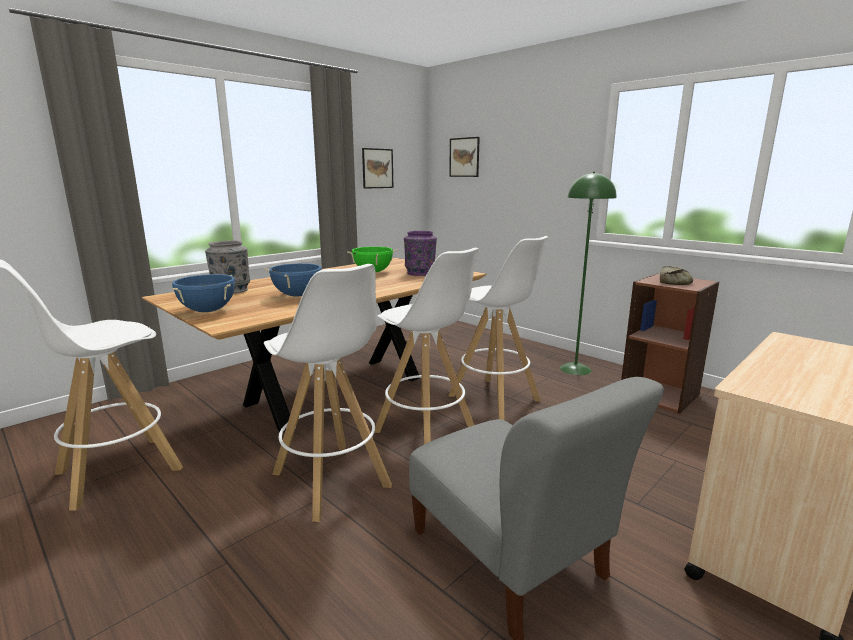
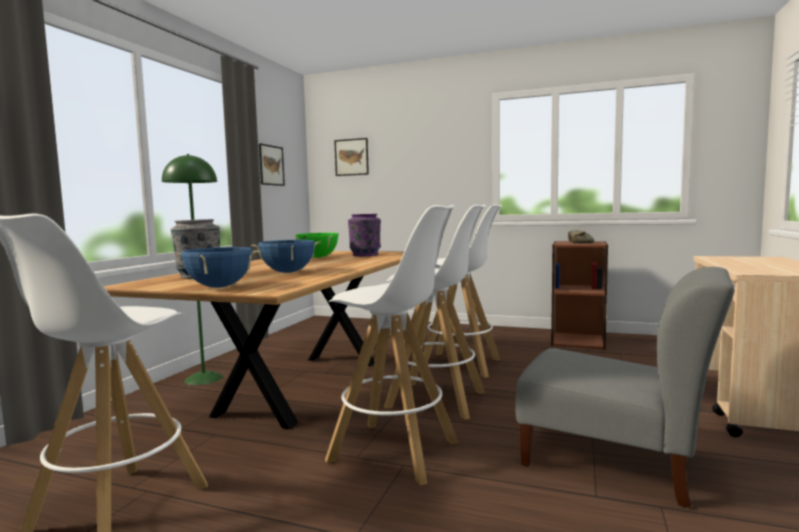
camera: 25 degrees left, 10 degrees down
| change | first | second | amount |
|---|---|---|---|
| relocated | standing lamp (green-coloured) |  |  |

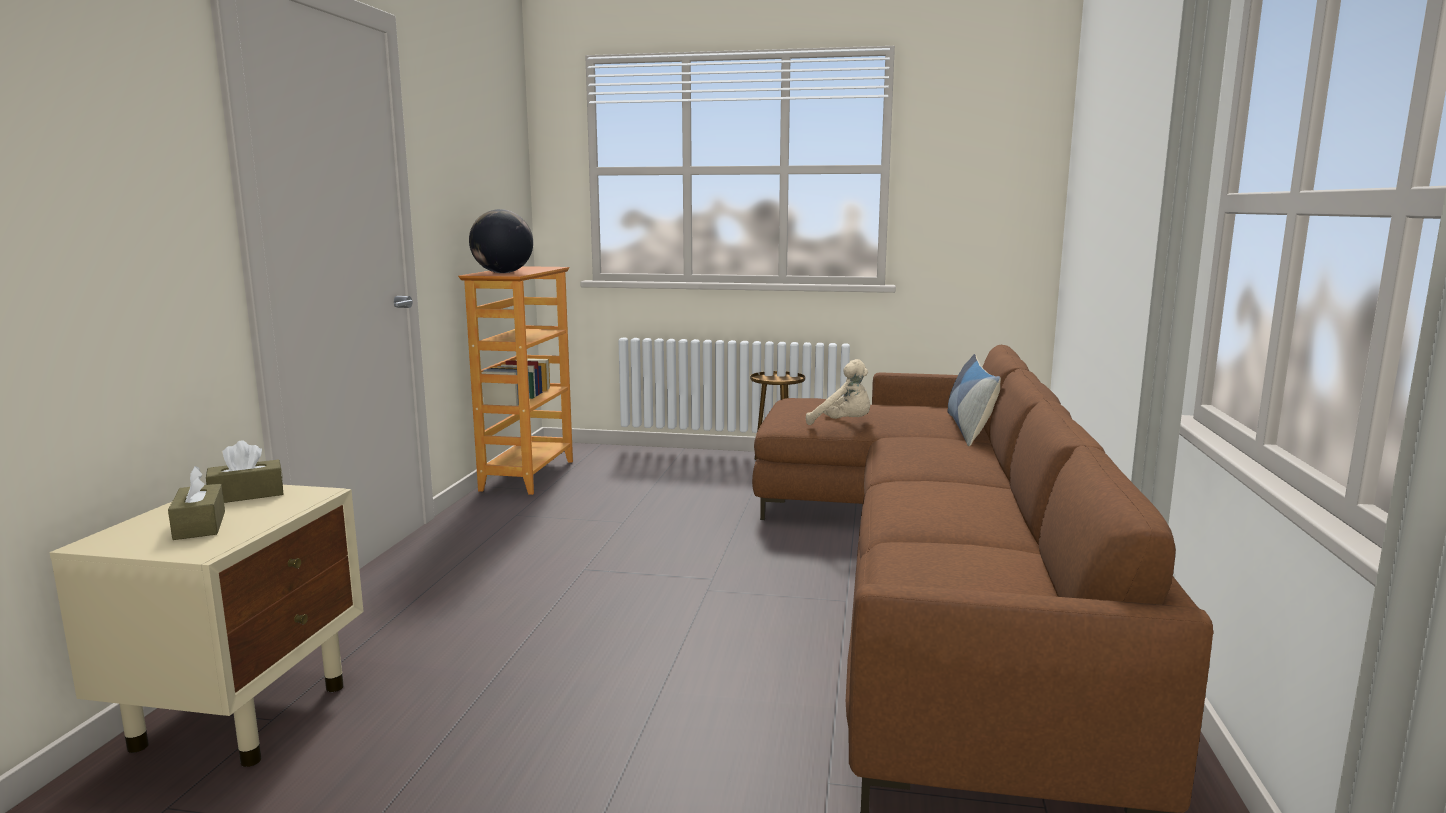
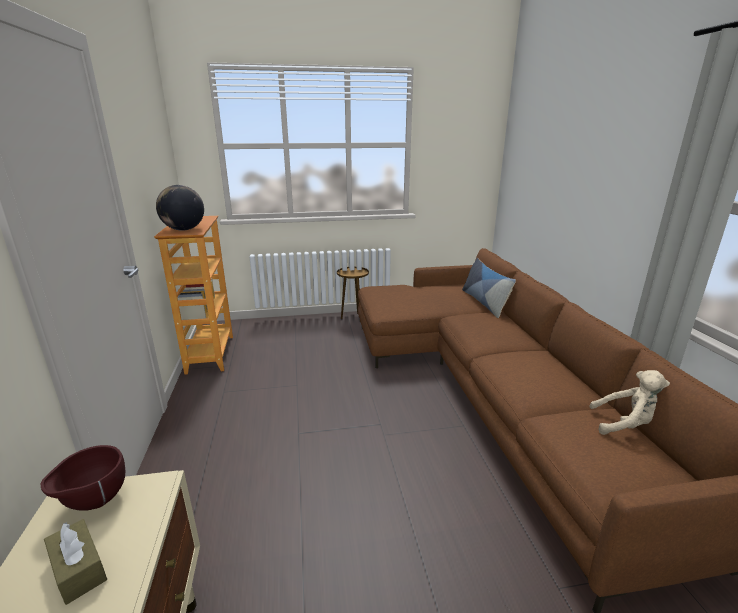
camera: 20 degrees left, 10 degrees up
| change | first | second | amount |
|---|---|---|---|
| relocated | soft toy (beige) |  |  |
| exchanged | tissue holder (brown) (no. 2 from left) | deep dish (brown) |  |

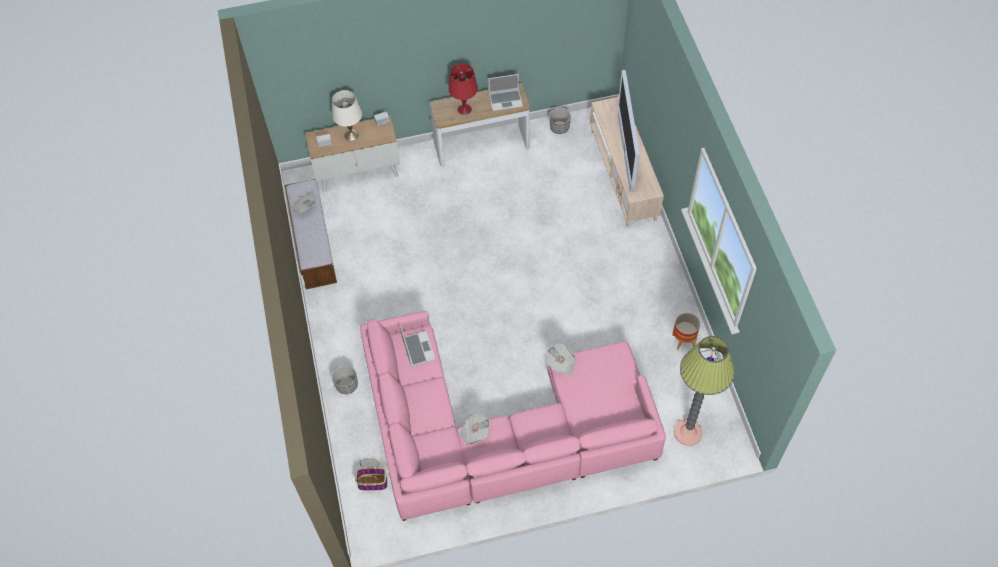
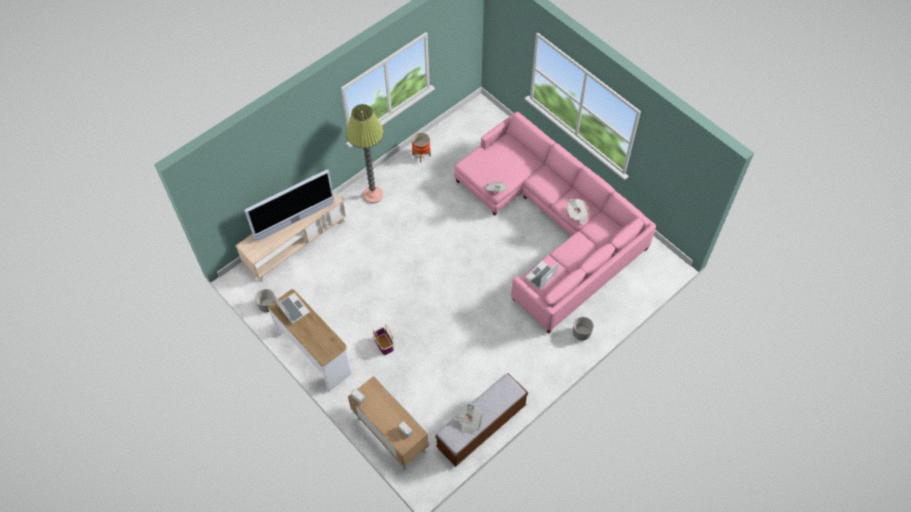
camera: 120 degrees left, 0 degrees up
| change | first | second | amount |
|---|---|---|---|
| missing | table lamp (white-coloured) |  |  |
| missing | table lamp (reddish) |  |  |
| relocated | storage basket |  |  |
| relocated | standing lamp |  |  |

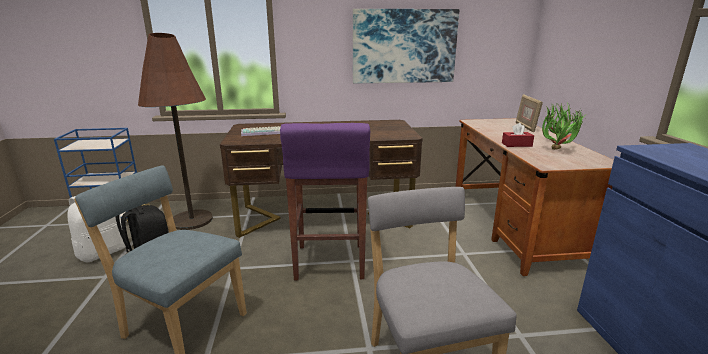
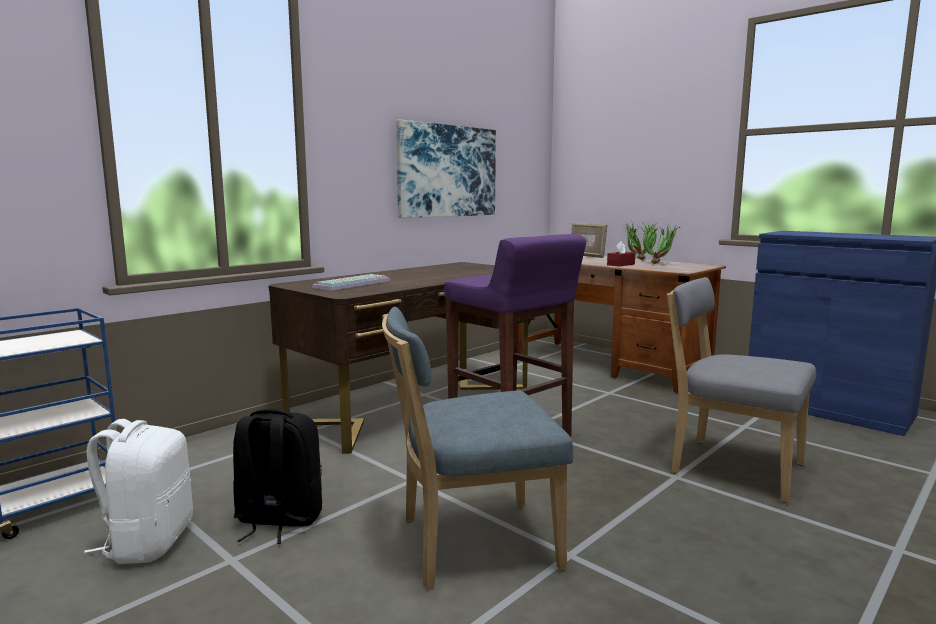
camera: 40 degrees left, 10 degrees down
| change | first | second | amount |
|---|---|---|---|
| missing | standing lamp (brown) |  |  |

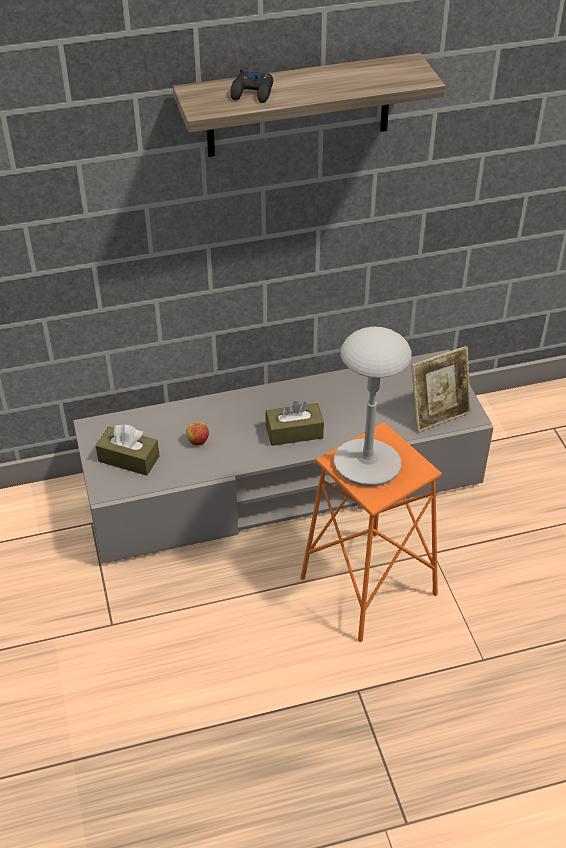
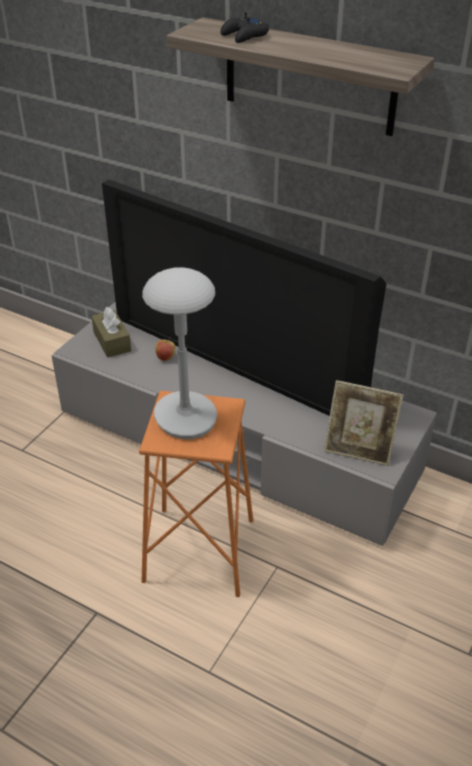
camera: 45 degrees right, 5 degrees down
| change | first | second | amount |
|---|---|---|---|
| missing | tissue holder (brown) (no. 2 from left) |  |  |
| appeared |  | TV set |  |

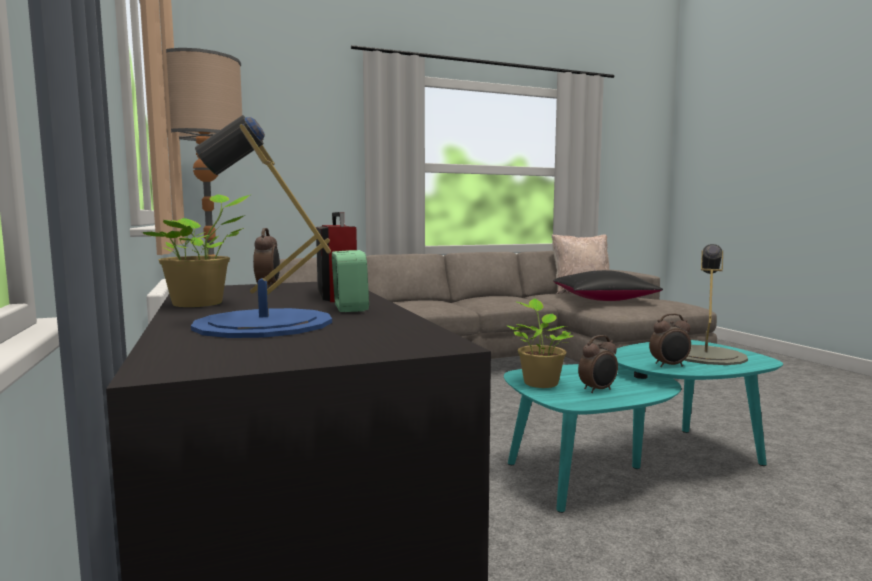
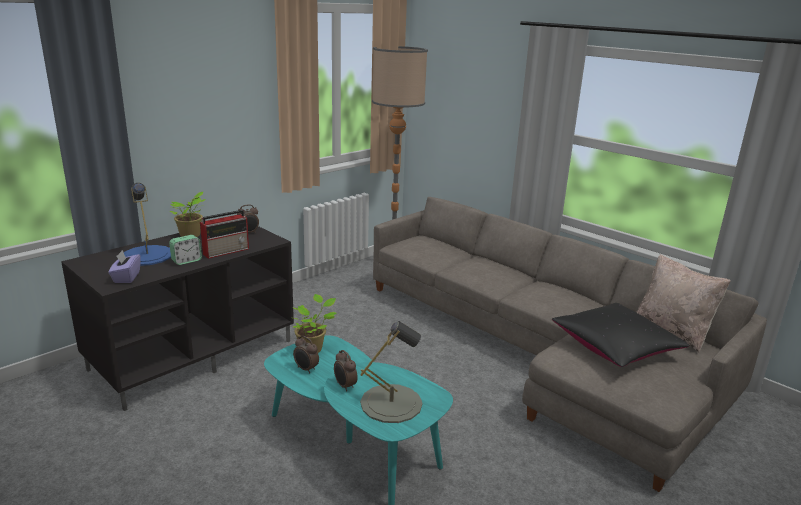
camera: 65 degrees right, 15 degrees up
| change | first | second | amount |
|---|---|---|---|
| appeared |  | tissue holder (purple-coloured) |  |

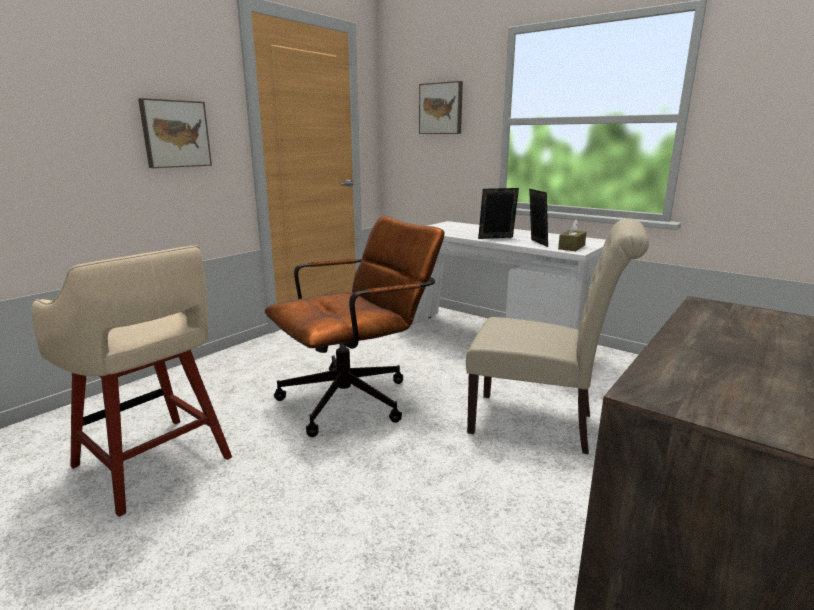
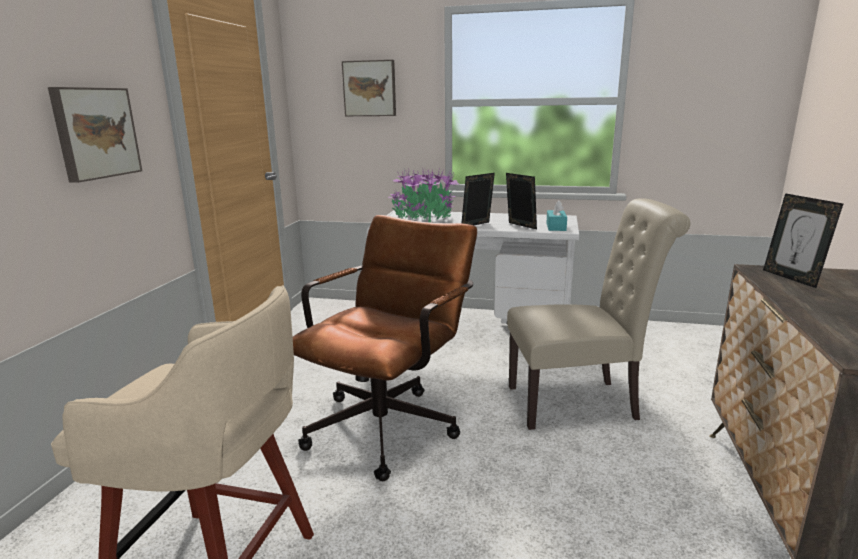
camera: 25 degrees left, 0 degrees up
| change | first | second | amount |
|---|---|---|---|
| appeared |  | potted plant |  |
| appeared |  | standing frame (no. 3 from left) |  |
| colour | tissue holder (brown) | tissue holder (turquoise) |  |

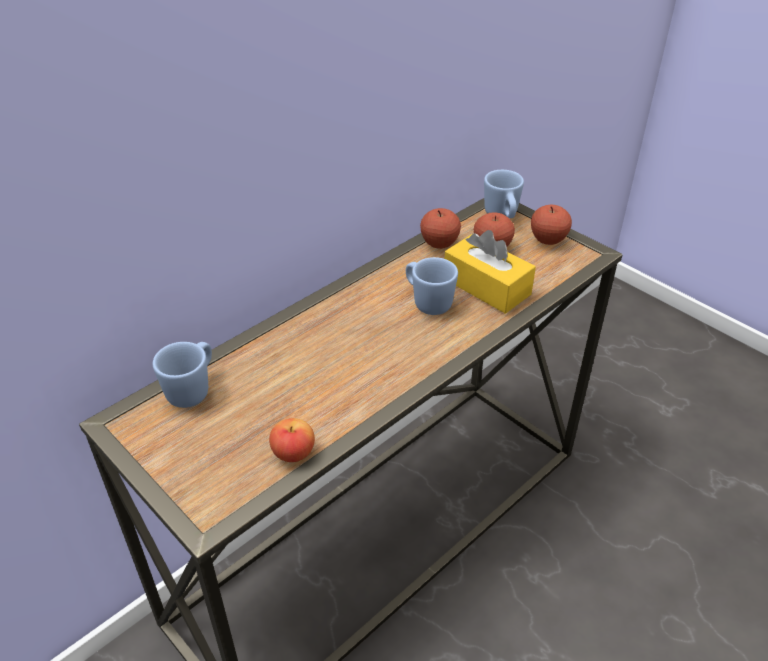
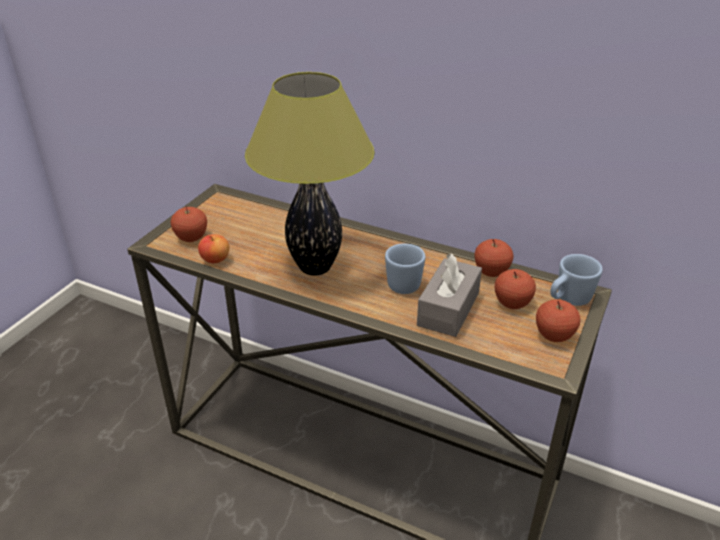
camera: 70 degrees right, 5 degrees down
| change | first | second | amount |
|---|---|---|---|
| missing | tea mug (blue-coloured) (no. 1 from left) |  |  |
| appeared |  | whole apple (no. 1 from left) |  |
| appeared |  | table lamp |  |
| colour | tissue holder (yellow) | tissue holder (gray) |  |

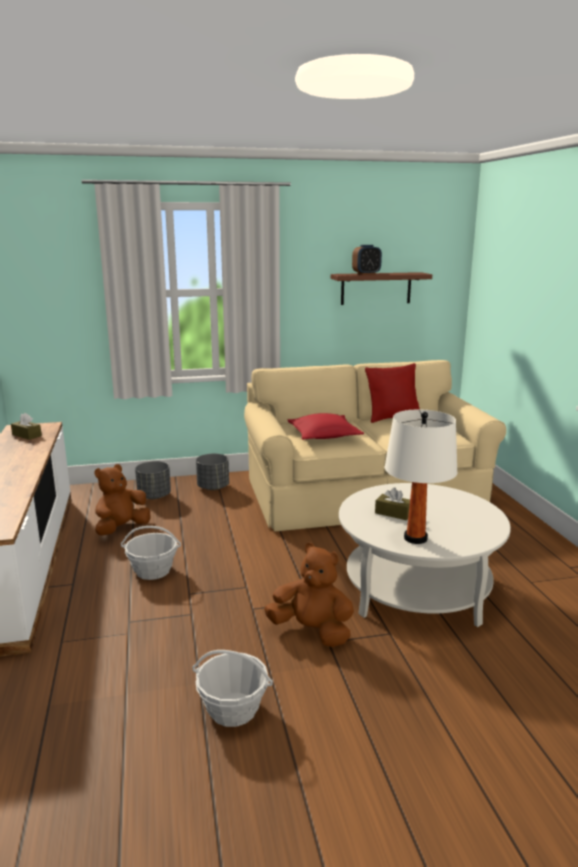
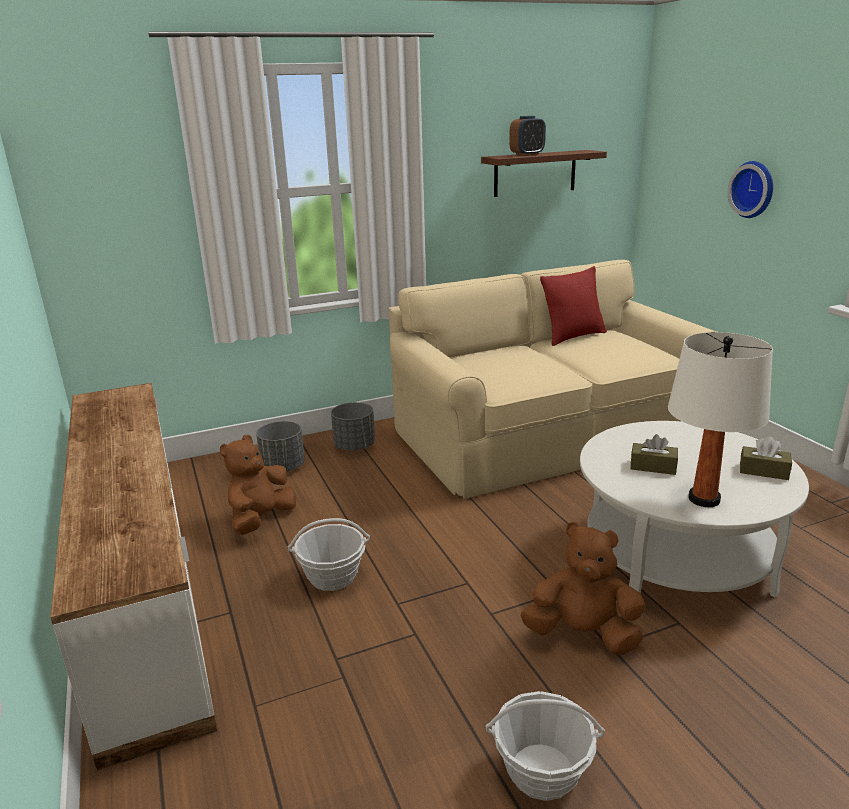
camera: 10 degrees left, 5 degrees up
| change | first | second | amount |
|---|---|---|---|
| missing | cushion (reddish) (no. 1 from left) |  |  |
| appeared |  | hanging clock |  |
| relocated | tissue holder (brown) (no. 1 from left in the first image) | tissue holder (brown) (no. 2 from left) |  |

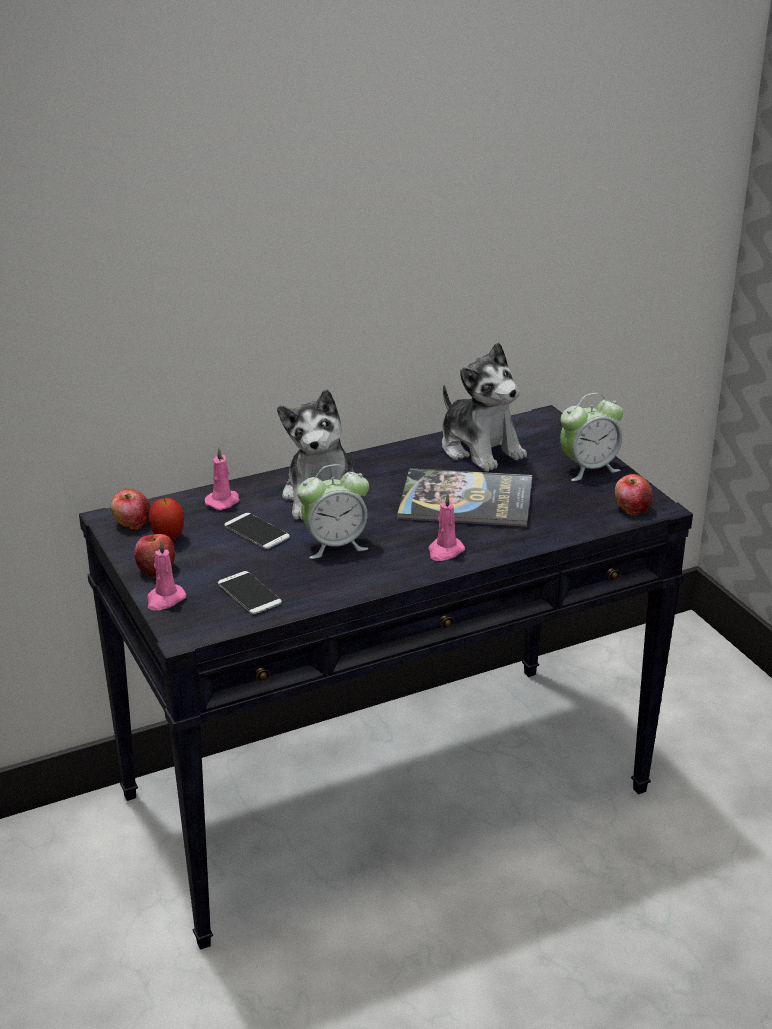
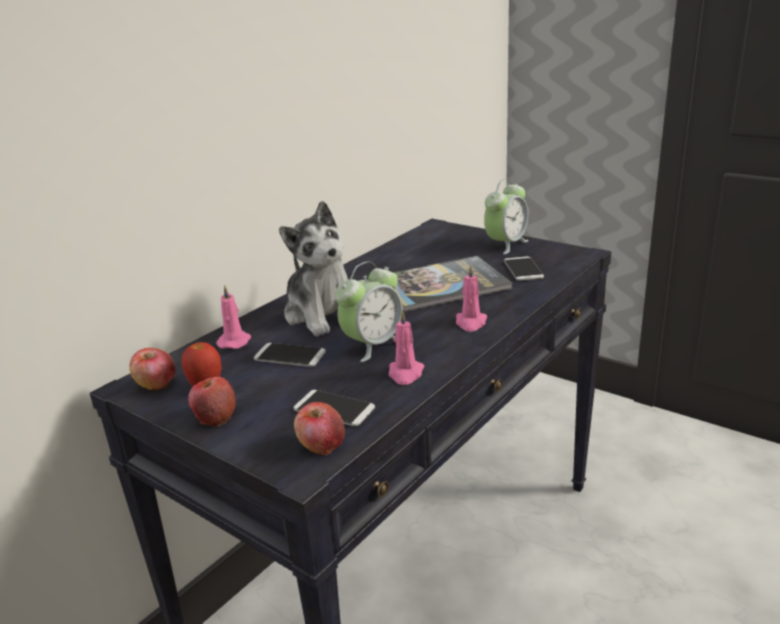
camera: 25 degrees left, 5 degrees down
| change | first | second | amount |
|---|---|---|---|
| missing | soft toy (no. 2 from left) |  |  |
| appeared |  | telephone (no. 3 from left) |  |
| relocated | candle (pink) (no. 1 from left in the first image) | candle (pink) (no. 2 from left) |  |
| relocated | whole apple (no. 4 from left) |  |  |

